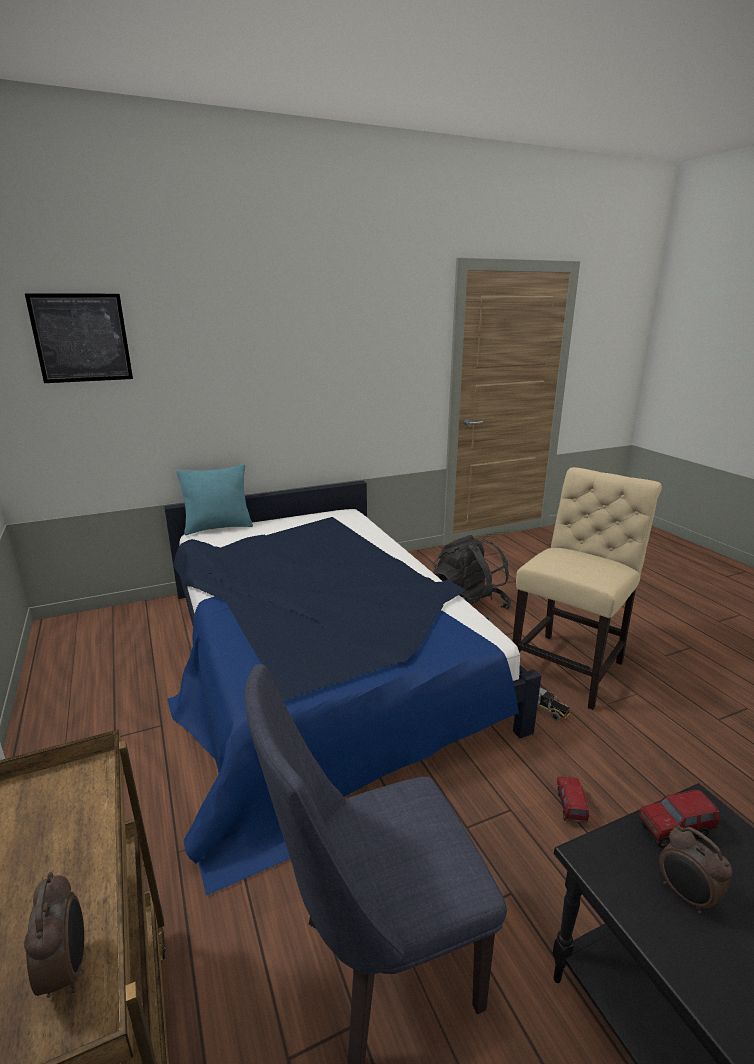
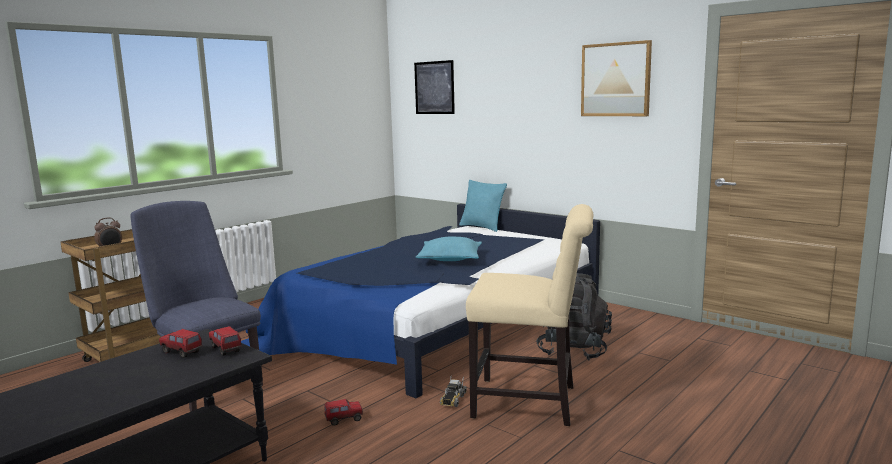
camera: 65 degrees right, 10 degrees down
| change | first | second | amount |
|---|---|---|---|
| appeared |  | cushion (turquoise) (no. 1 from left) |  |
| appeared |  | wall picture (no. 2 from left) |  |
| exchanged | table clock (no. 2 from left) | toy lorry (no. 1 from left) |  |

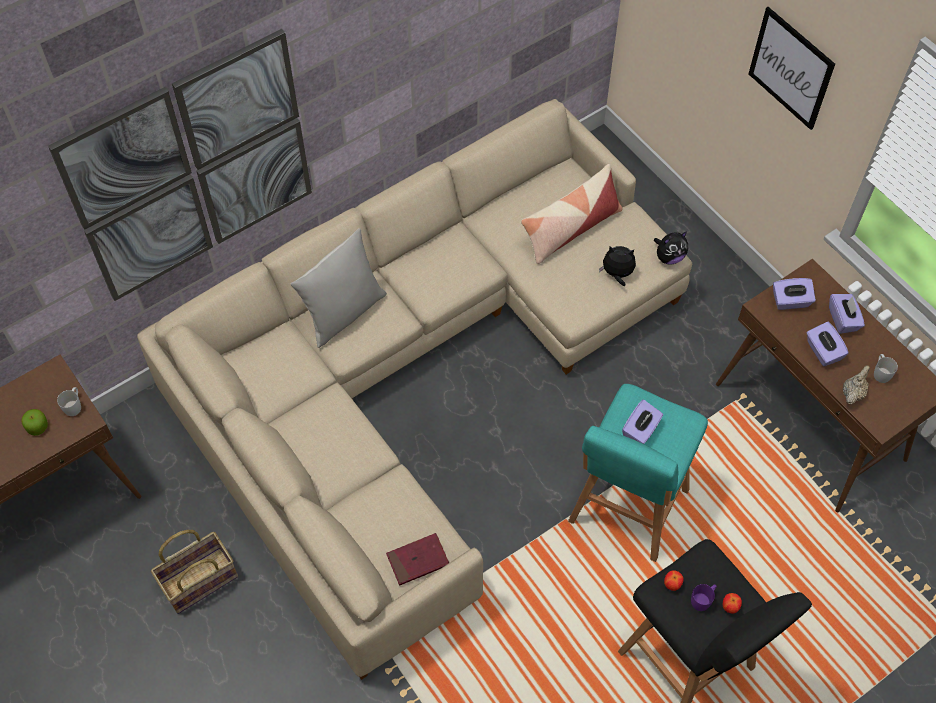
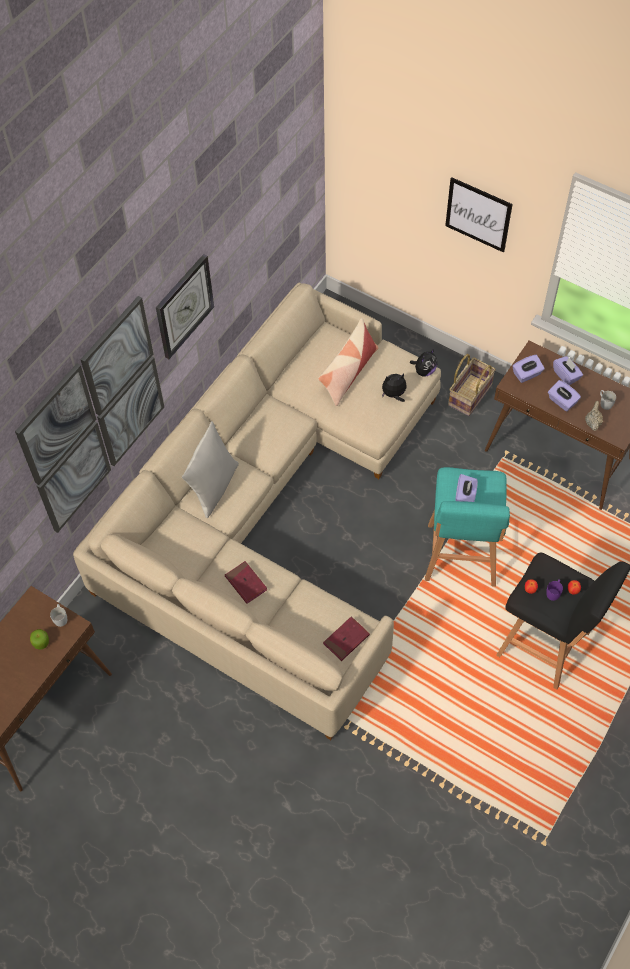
camera: 20 degrees left, 0 degrees up
| change | first | second | amount |
|---|---|---|---|
| appeared |  | hanging clock |  |
| appeared |  | volume (reddish) (no. 1 from left) |  |
| relocated | storage basket |  |  |

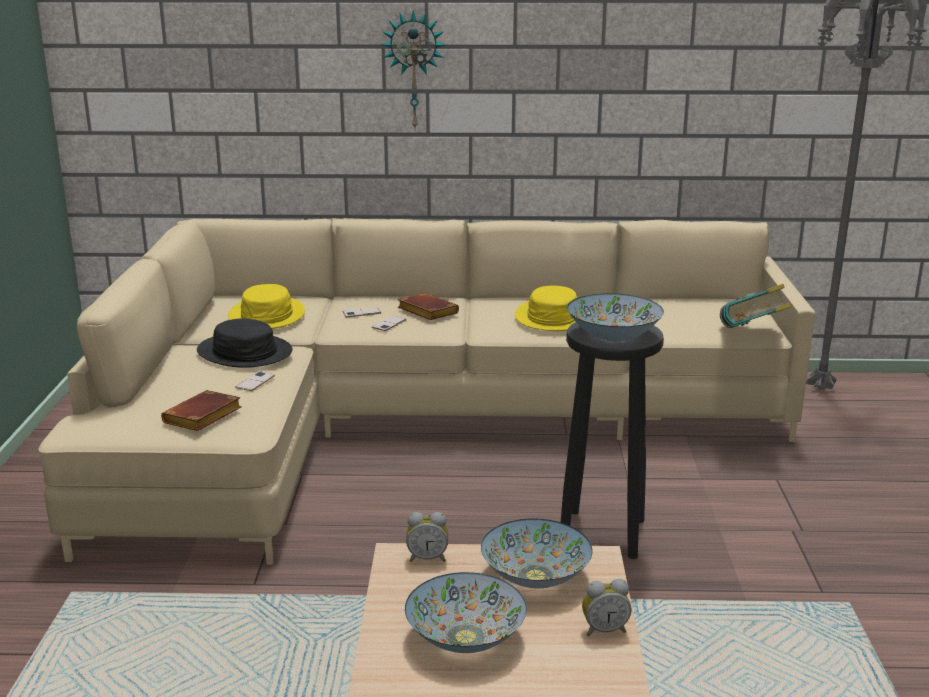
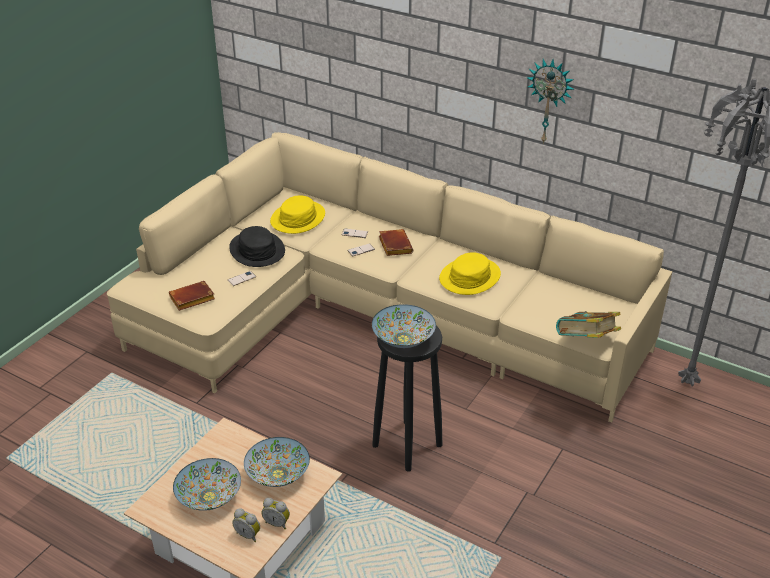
camera: 30 degrees right, 15 degrees up
| change | first | second | amount |
|---|---|---|---|
| relocated | hanging clock |  |  |
| relocated | table clock (no. 1 from left) |  |  |

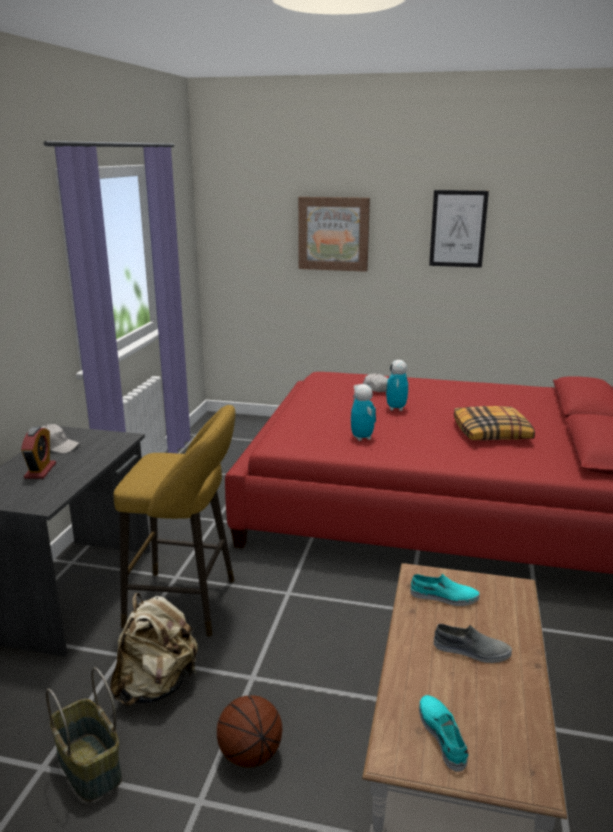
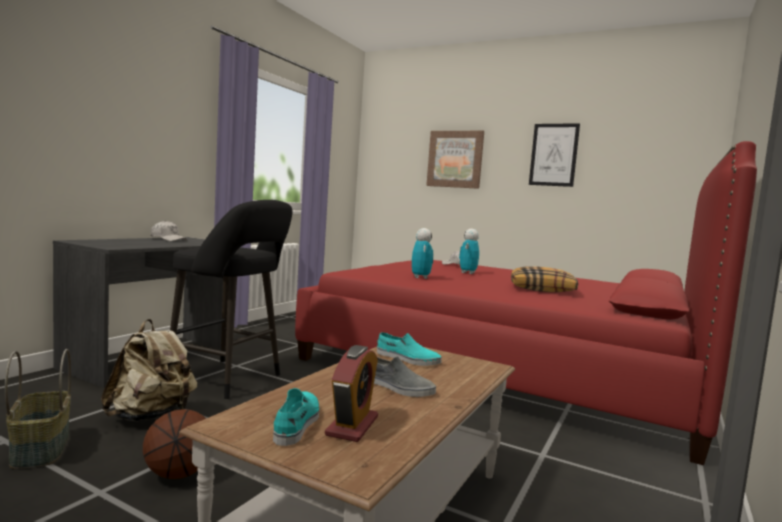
camera: 15 degrees right, 15 degrees down
| change | first | second | amount |
|---|---|---|---|
| relocated | table clock |  |  |
| colour | sitting stool (yellow) | sitting stool (blackish) |  |

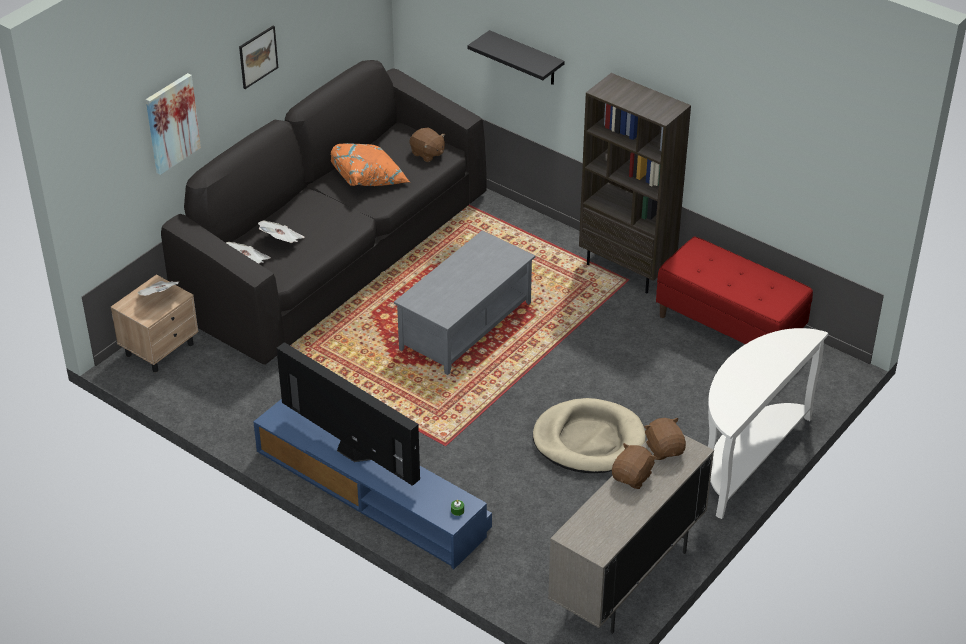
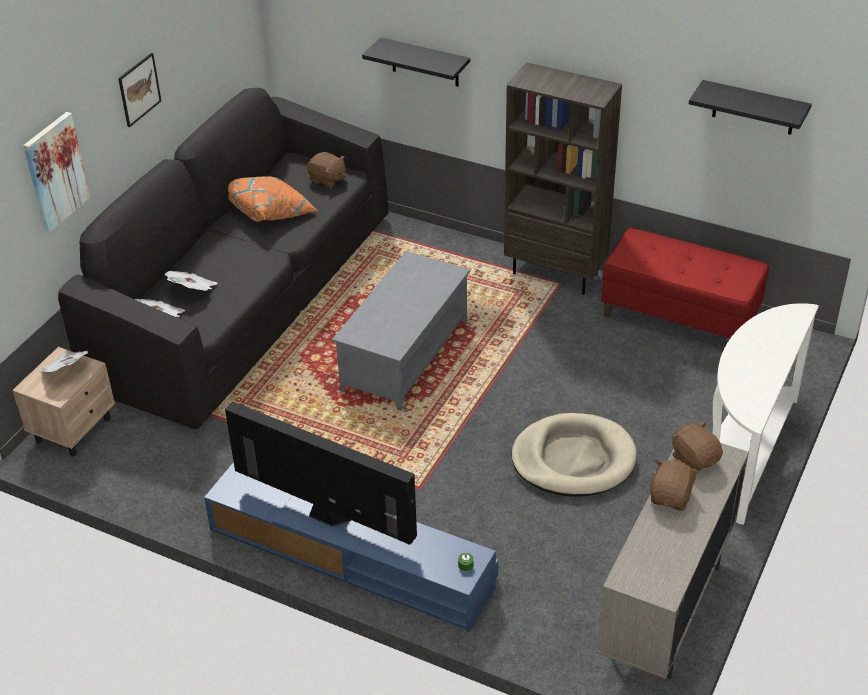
camera: 10 degrees left, 0 degrees up
| change | first | second | amount |
|---|---|---|---|
| appeared |  | shelf (blackish) (no. 2 from left) |  |

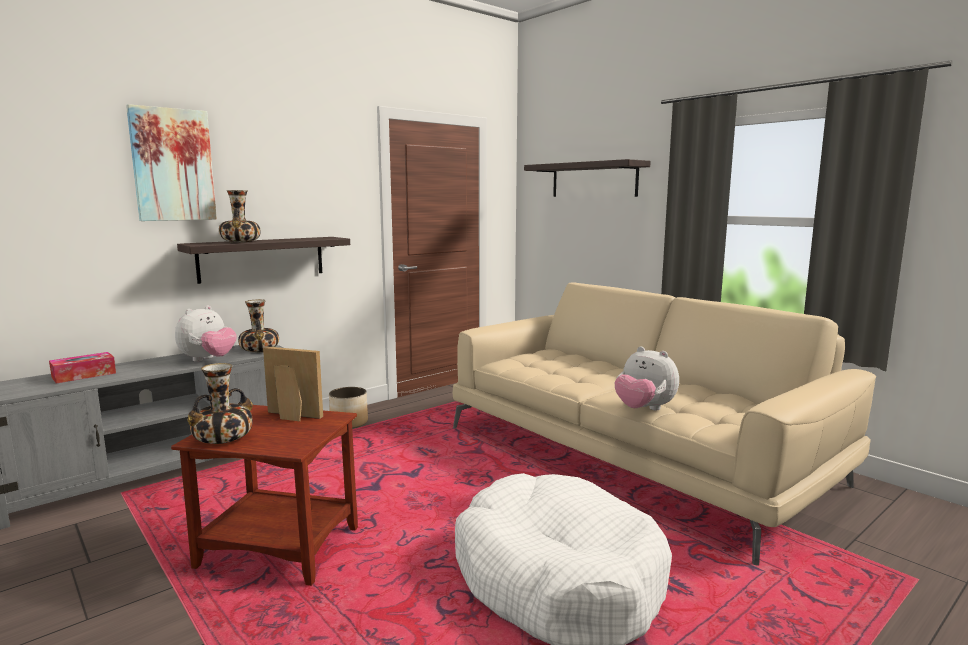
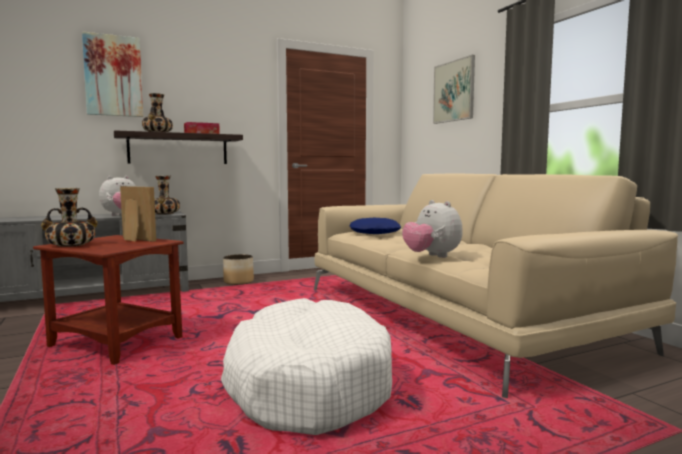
camera: 15 degrees right, 5 degrees down
| change | first | second | amount |
|---|---|---|---|
| appeared |  | cushion (blue-coloured) |  |
| relocated | tissue holder |  |  |
| exchanged | shelf (no. 2 from left) | wall picture (no. 2 from left) |  |

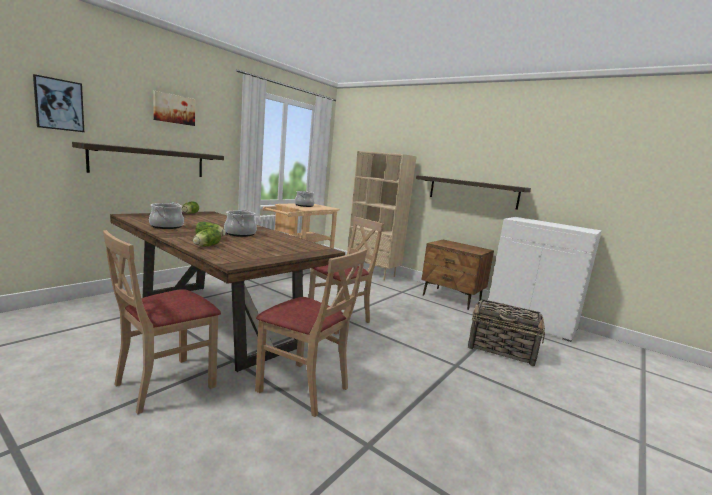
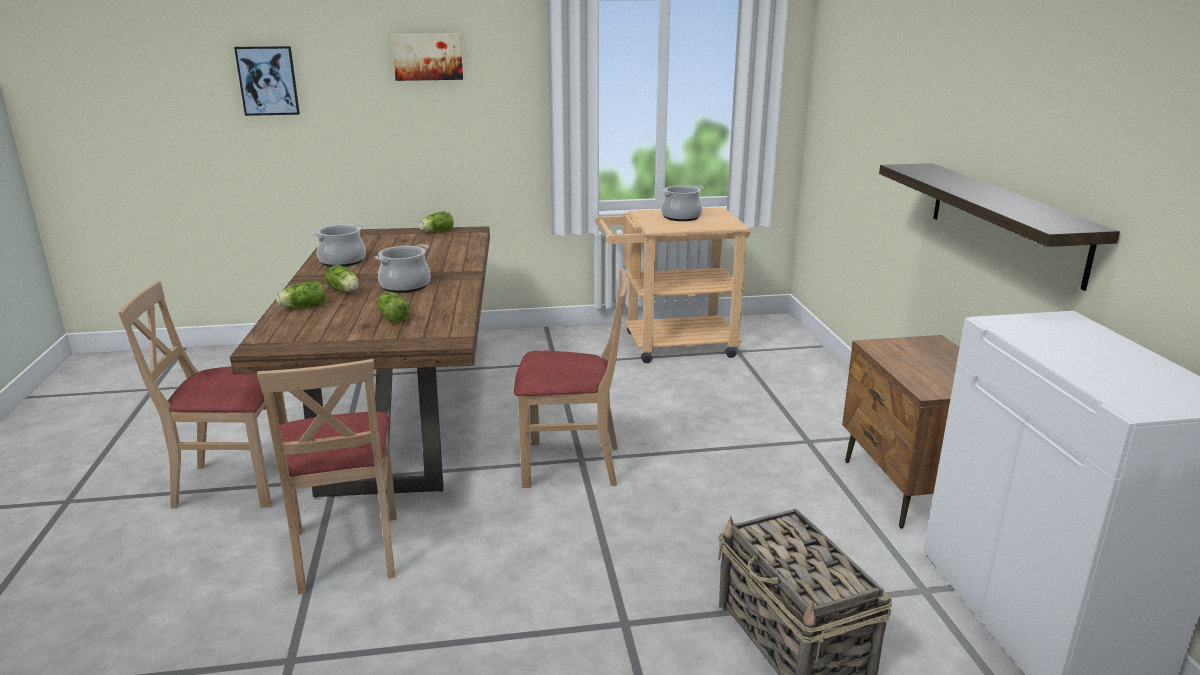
camera: 45 degrees right, 10 degrees up
| change | first | second | amount |
|---|---|---|---|
| missing | shelf (no. 1 from left) |  |  |
| missing | shelving unit (beige) |  |  |
| appeared |  | head of lettuce (no. 3 from left) |  |

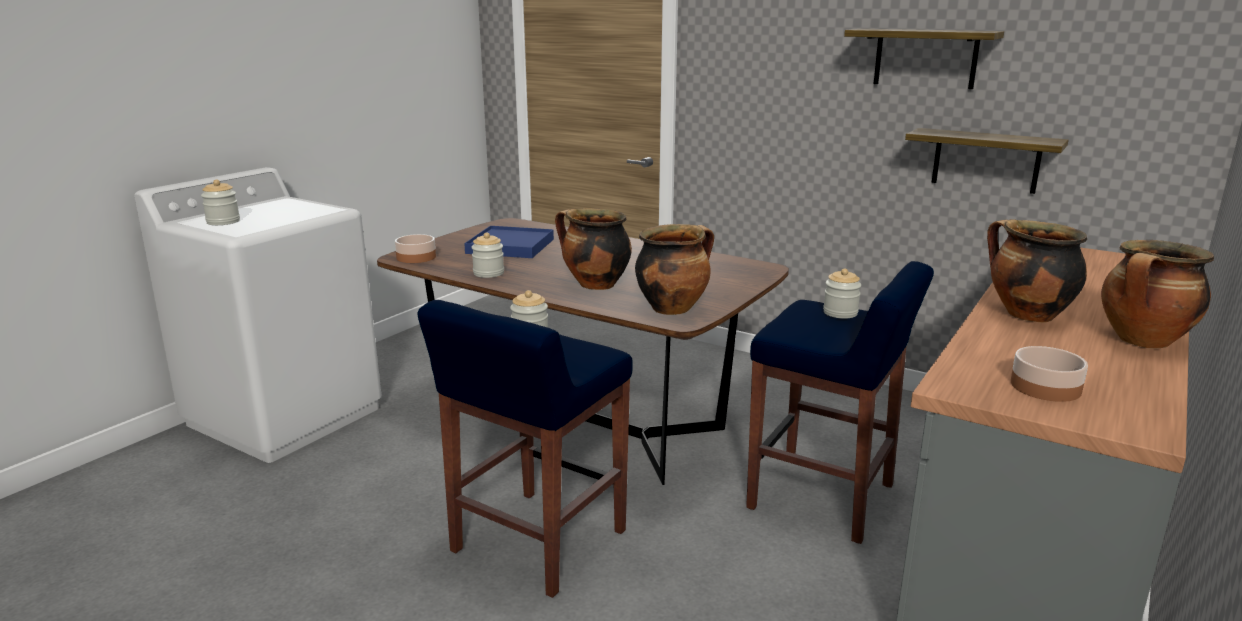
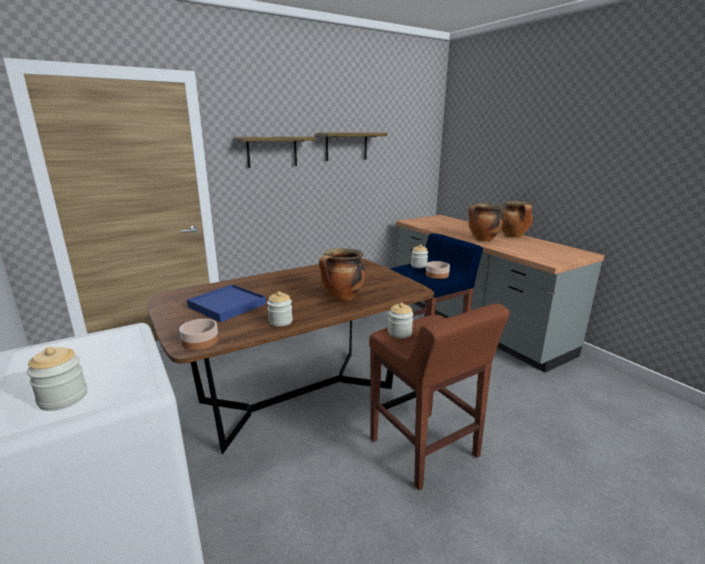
camera: 65 degrees left, 0 degrees up
| change | first | second | amount |
|---|---|---|---|
| missing | cooking pot (no. 2 from left) |  |  |
| relocated | shelf (no. 2 from left in the first image) | shelf (no. 1 from left) |  |
| relocated | deep dish (no. 2 from left) |  |  |
| colour | sitting stool (blue-coloured) (no. 1 from left) | sitting stool (brown) |  |

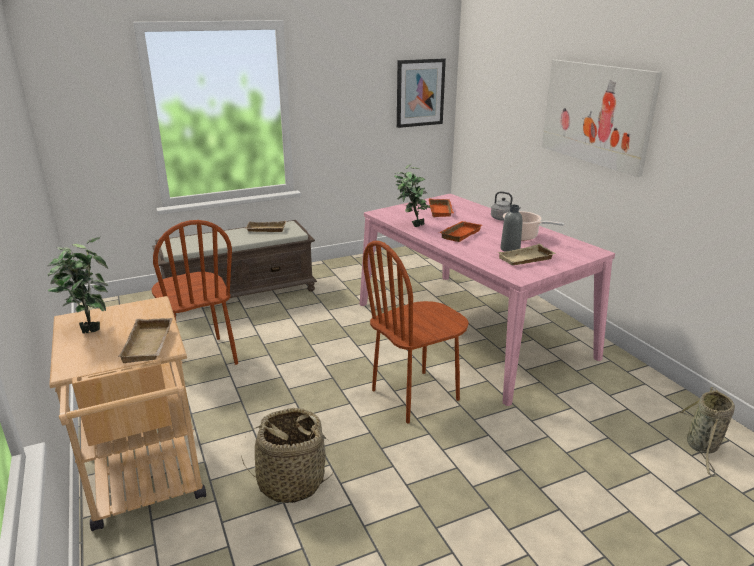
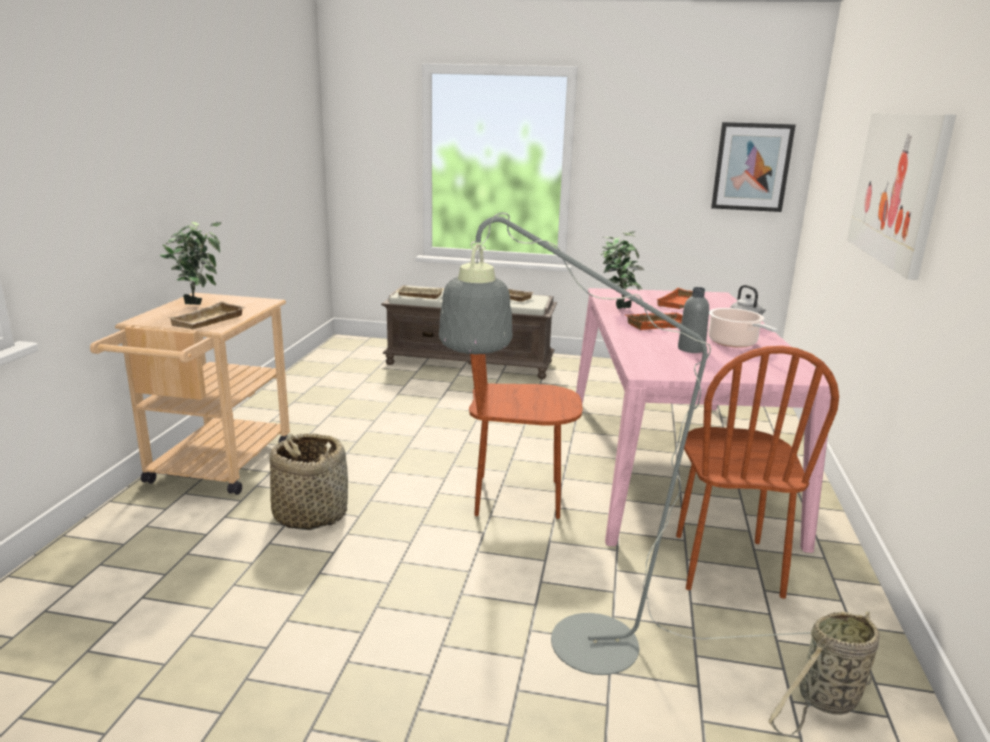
camera: 35 degrees right, 5 degrees down
| change | first | second | amount |
|---|---|---|---|
| appeared |  | standing lamp (gray) |  |
| relocated | upright chair (brown) (no. 1 from left in the first image) | upright chair (brown) (no. 2 from left) |  |
| relocated | serving tray (beige) (no. 3 from left in the first image) | serving tray (beige) (no. 2 from left) |  |

